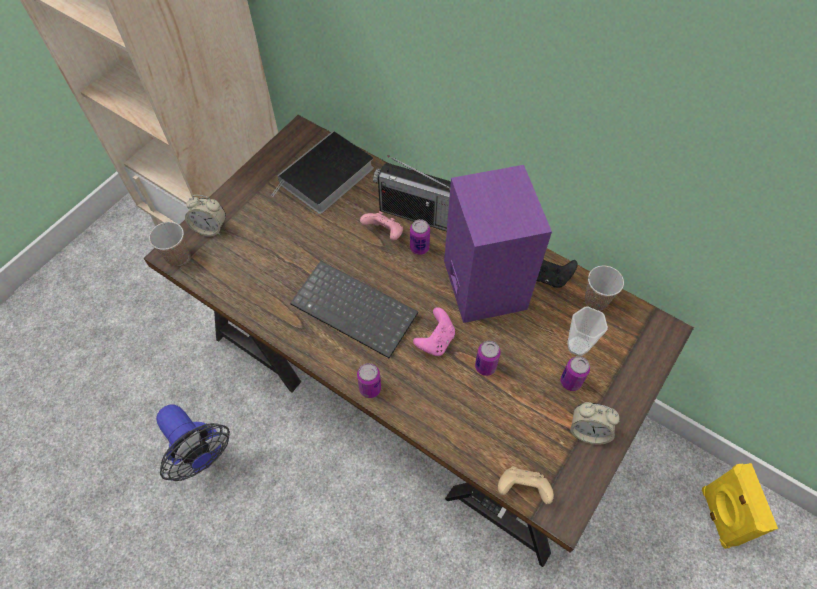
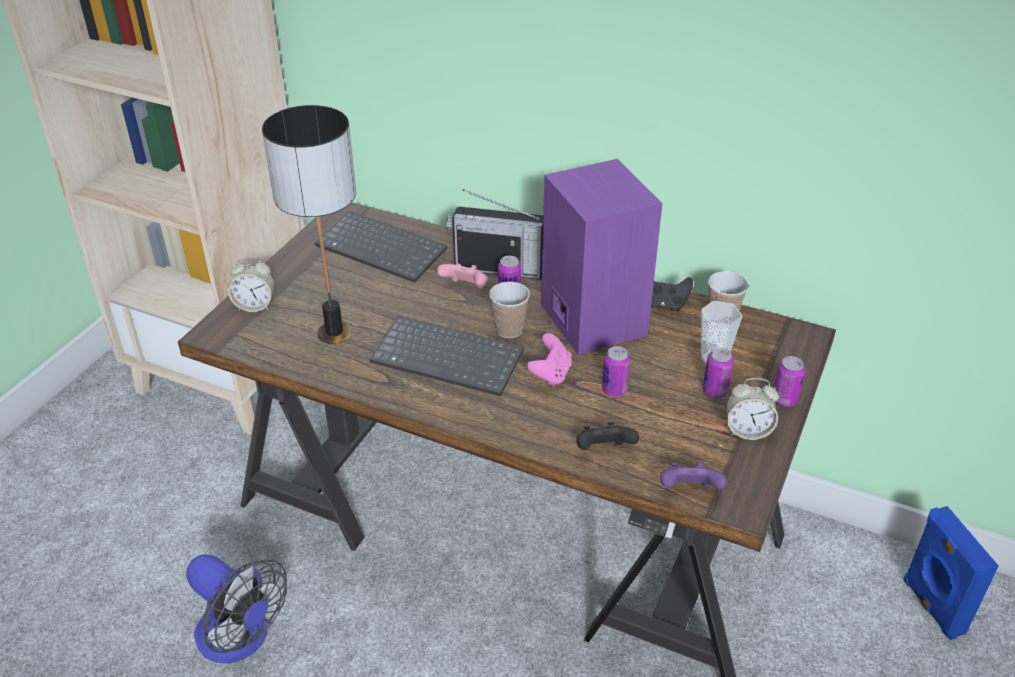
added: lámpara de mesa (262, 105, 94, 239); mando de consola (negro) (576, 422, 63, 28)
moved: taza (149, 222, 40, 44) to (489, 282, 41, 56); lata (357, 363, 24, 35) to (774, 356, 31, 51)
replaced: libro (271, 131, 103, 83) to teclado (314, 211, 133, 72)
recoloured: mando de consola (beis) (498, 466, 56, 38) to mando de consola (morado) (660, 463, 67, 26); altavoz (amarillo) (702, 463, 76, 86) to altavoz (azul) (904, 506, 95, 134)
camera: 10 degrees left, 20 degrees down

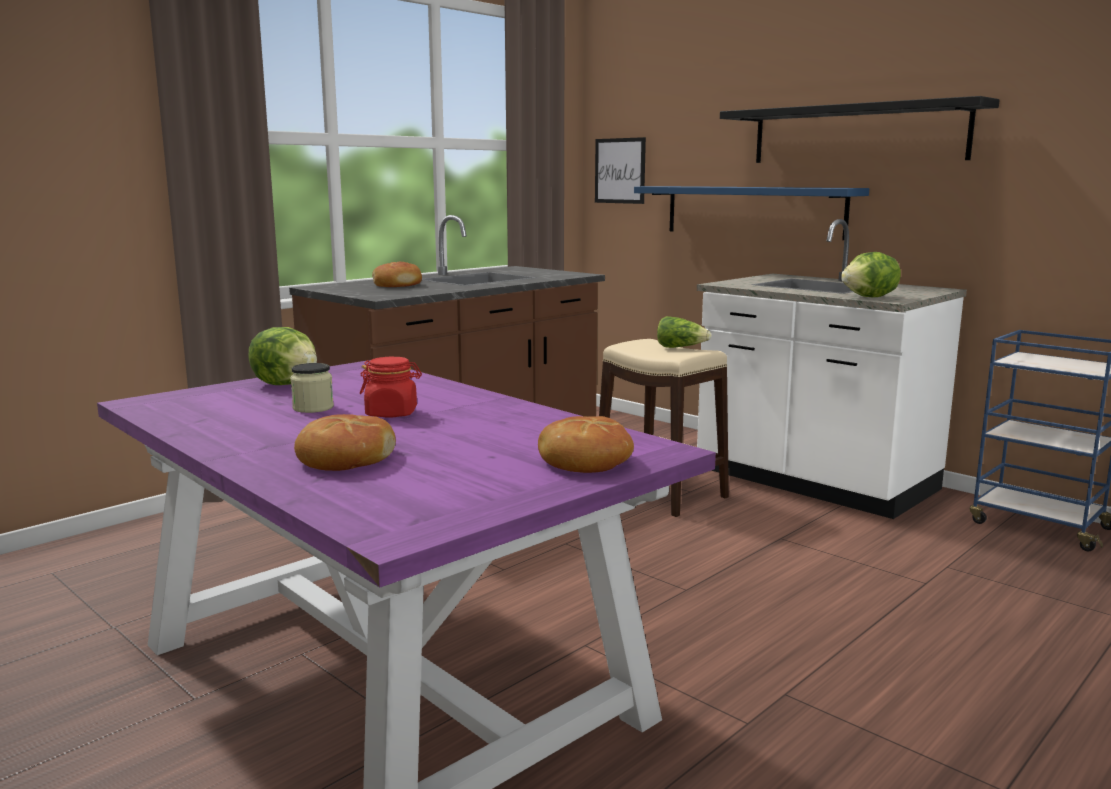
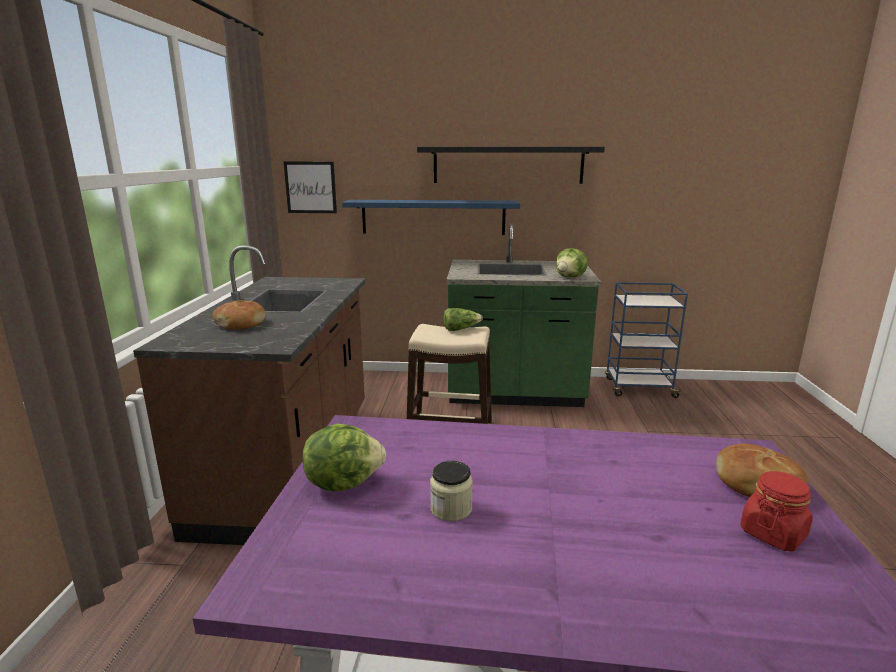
removed: pan (294, 414, 102, 57)
moved: tarro (rojo) (360, 357, 62, 61) to (740, 471, 73, 80)
recoloured: mueble bajo de cocina (blanco) (697, 219, 270, 300) to mueble bajo de cocina (verde) (446, 223, 156, 184)
camera: 40 degrees left, 5 degrees up

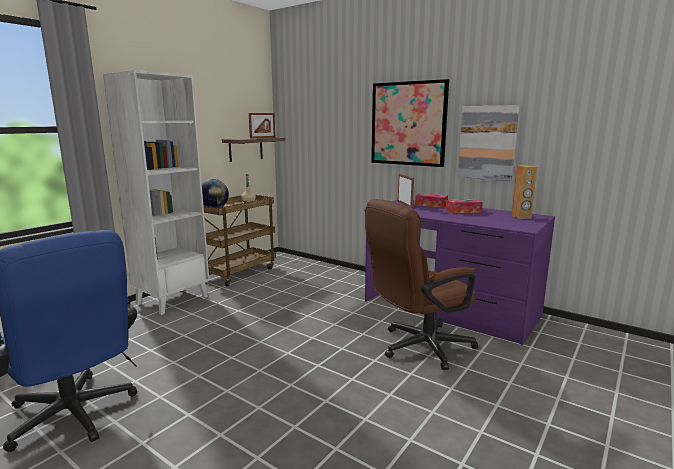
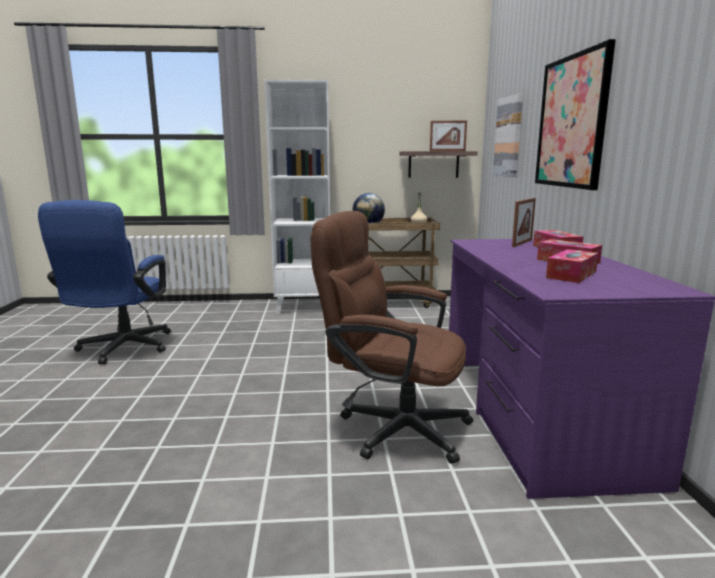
removed: altavoz (marrón) (512, 165, 25, 54)
added: caja de pañuelos (546, 249, 52, 34)
moved: cuadro (458, 105, 61, 76) to (493, 93, 30, 84)
camera: 50 degrees right, 0 degrees up

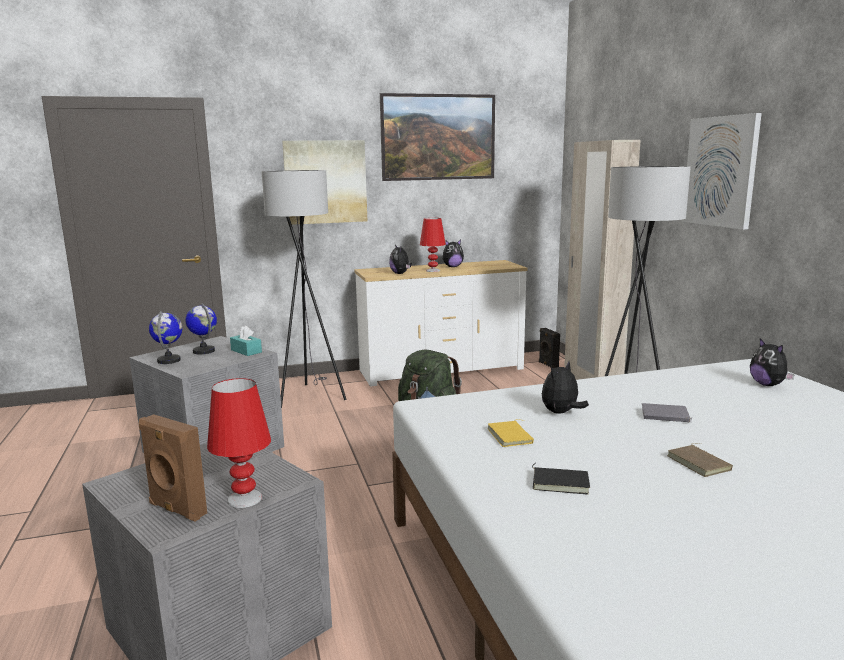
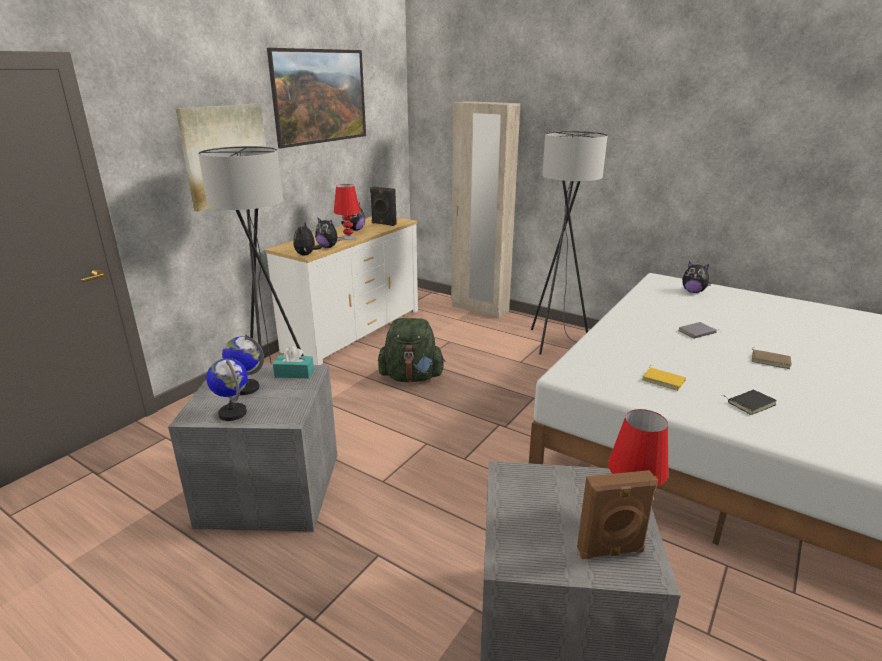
removed: cuadro (682, 113, 80, 117)
moved: altavoz (negro) (539, 328, 21, 41) to (370, 187, 27, 39); peluche (542, 362, 47, 52) to (293, 223, 30, 33)
camera: 40 degrees left, 10 degrees up

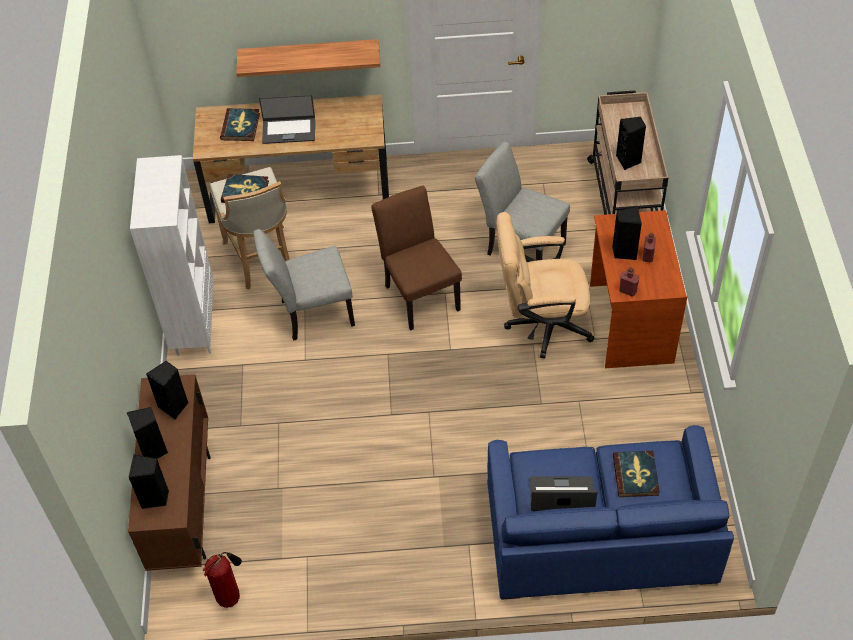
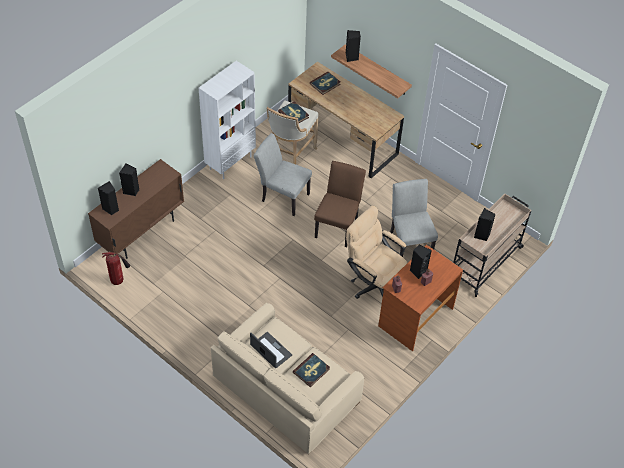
removed: portátil (259, 94, 56, 50)
moved: altavoz (negro) (146, 361, 42, 59) to (346, 30, 15, 32)
recoloured: sofá (azul) (487, 425, 247, 175) to sofá (beis) (211, 303, 153, 151)
camera: 40 degrees right, 0 degrees up

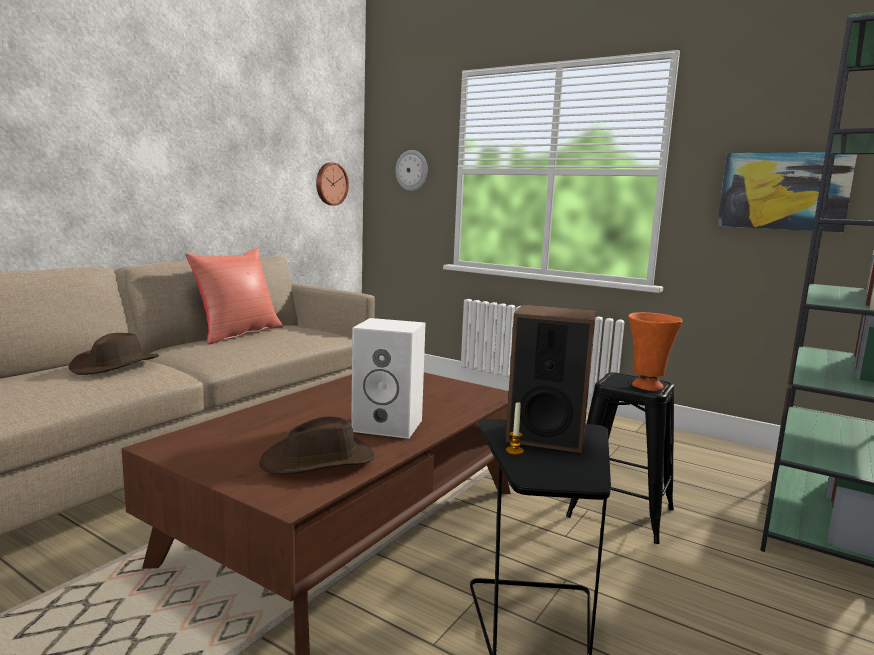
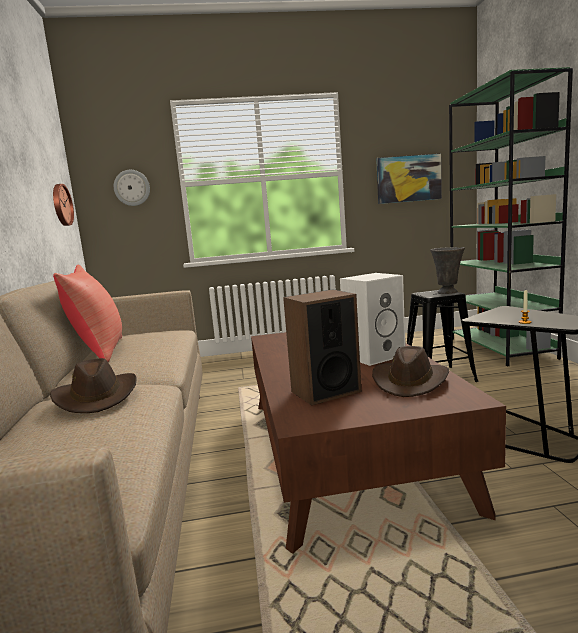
moved: altavoz (505, 304, 91, 149) to (283, 289, 78, 117)
recoloured: florero (naranja) (628, 312, 54, 79) to florero (gris) (430, 247, 35, 47)
camera: 40 degrees left, 0 degrees up

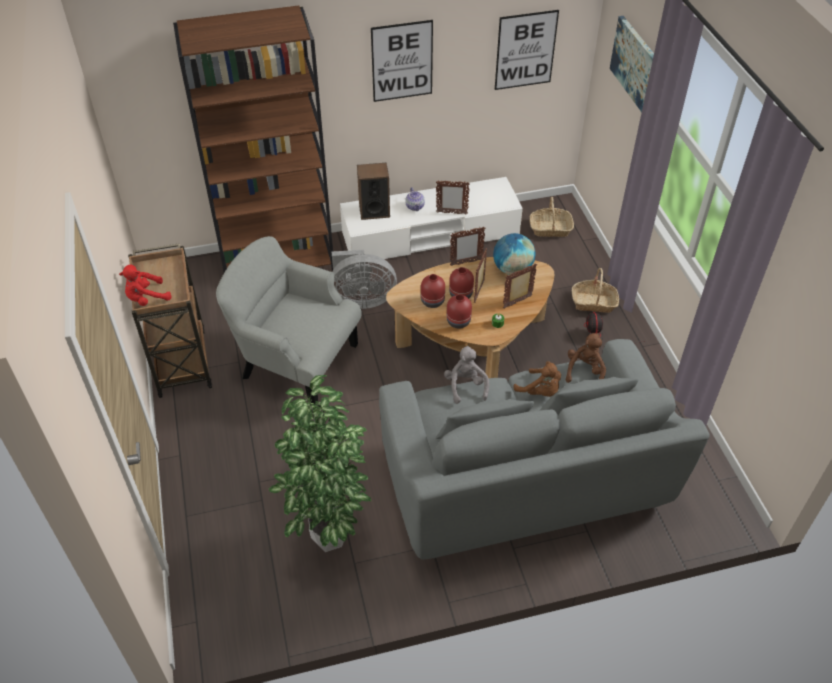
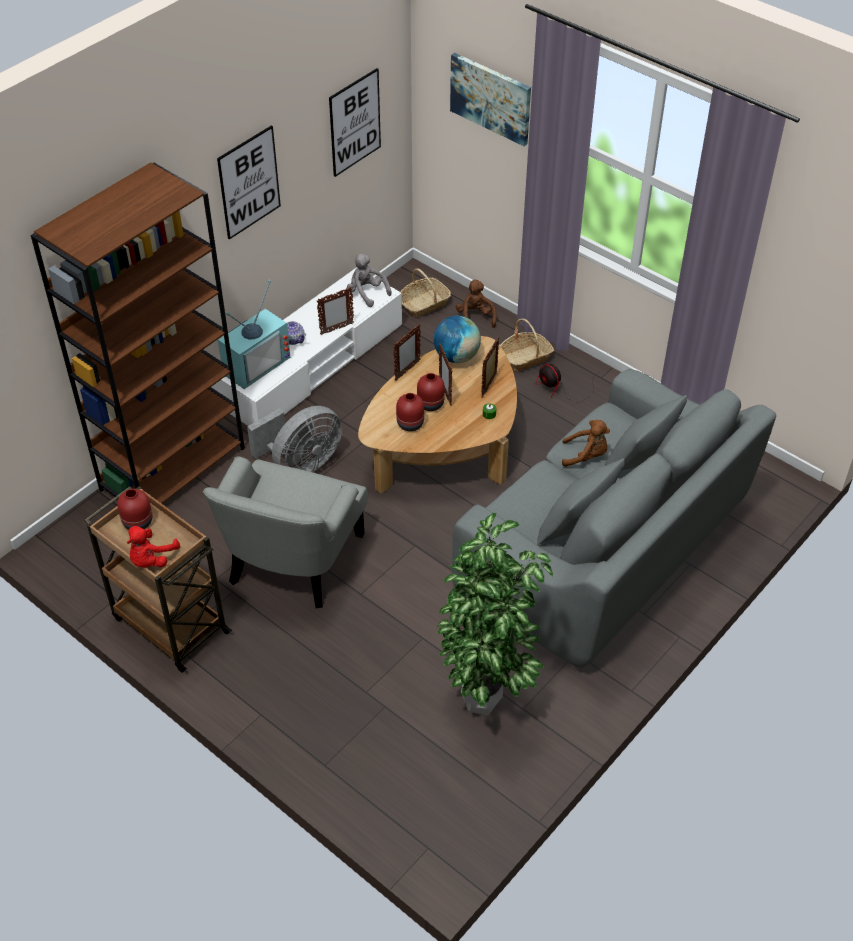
moved: peluche (gris) (444, 345, 45, 59) to (347, 254, 45, 53); florero (rojo) (447, 294, 25, 35) to (117, 489, 36, 41); peluche (marrón) (566, 333, 40, 50) to (456, 279, 41, 49)
replaced: altavoz (357, 163, 33, 57) to televisor (218, 280, 72, 109)
turned: sillón (gris) (216, 236, 146, 169) = (203, 456, 165, 152) 60 degrees counterclockwise
camera: 35 degrees left, 0 degrees up

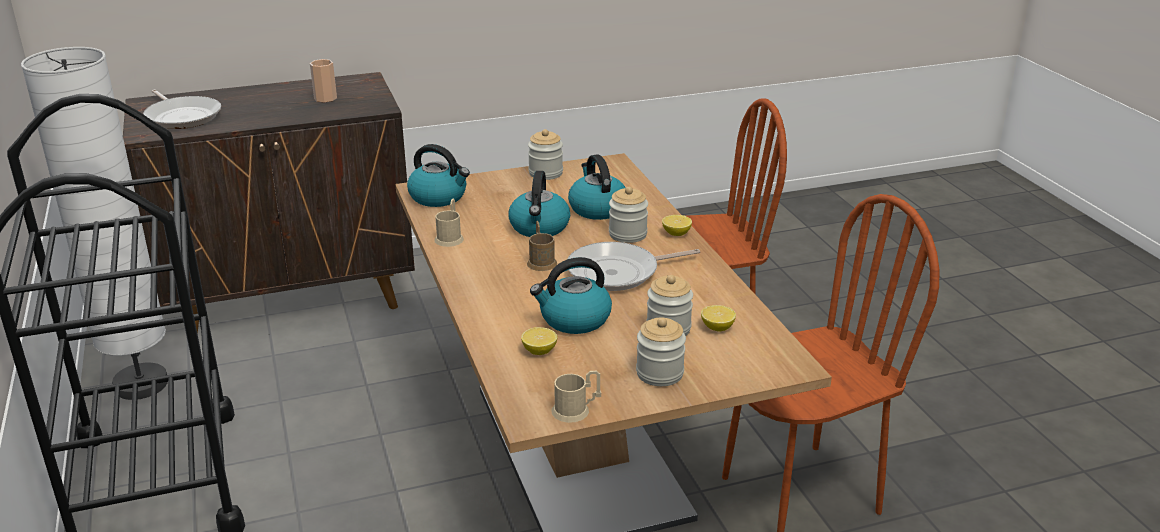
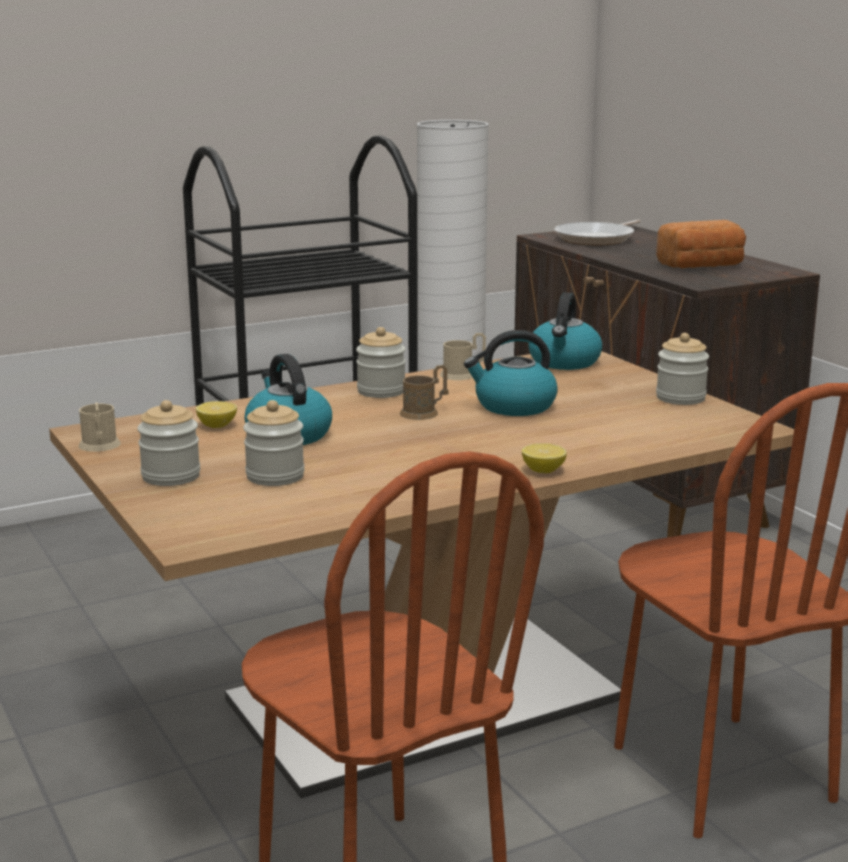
removed: hervidor (568, 154, 58, 66); sartén (568, 242, 132, 49); limón (701, 305, 35, 27)
moved: tarro (609, 187, 39, 56) to (356, 327, 50, 71)
replaced: taza (310, 59, 27, 43) to pan (656, 220, 90, 49)
camera: 80 degrees right, 10 degrees down

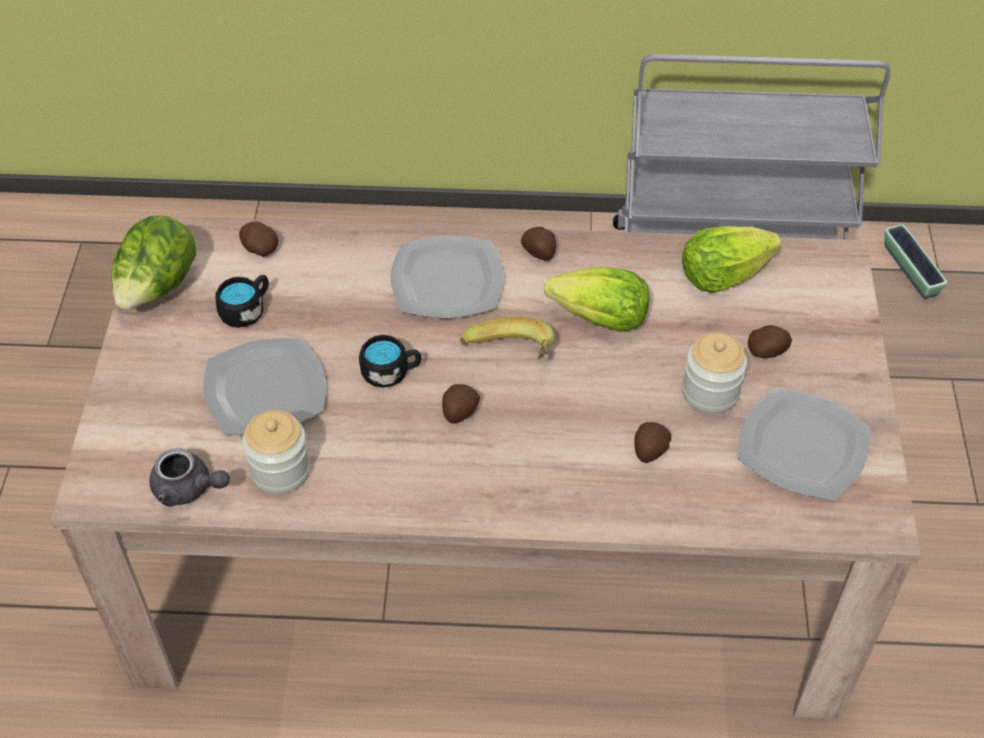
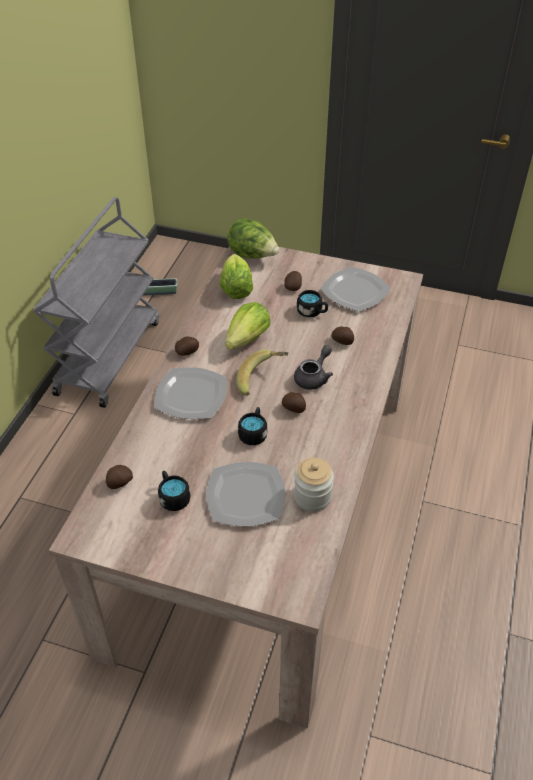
moved: lechuga (112, 216, 84, 94) to (227, 218, 52, 41); tetera (gris) (149, 448, 81, 59) to (294, 345, 39, 45)
replaced: tarro (682, 332, 65, 82) to taza grande (negro) (297, 290, 31, 27)
camera: 75 degrees left, 5 degrees down

